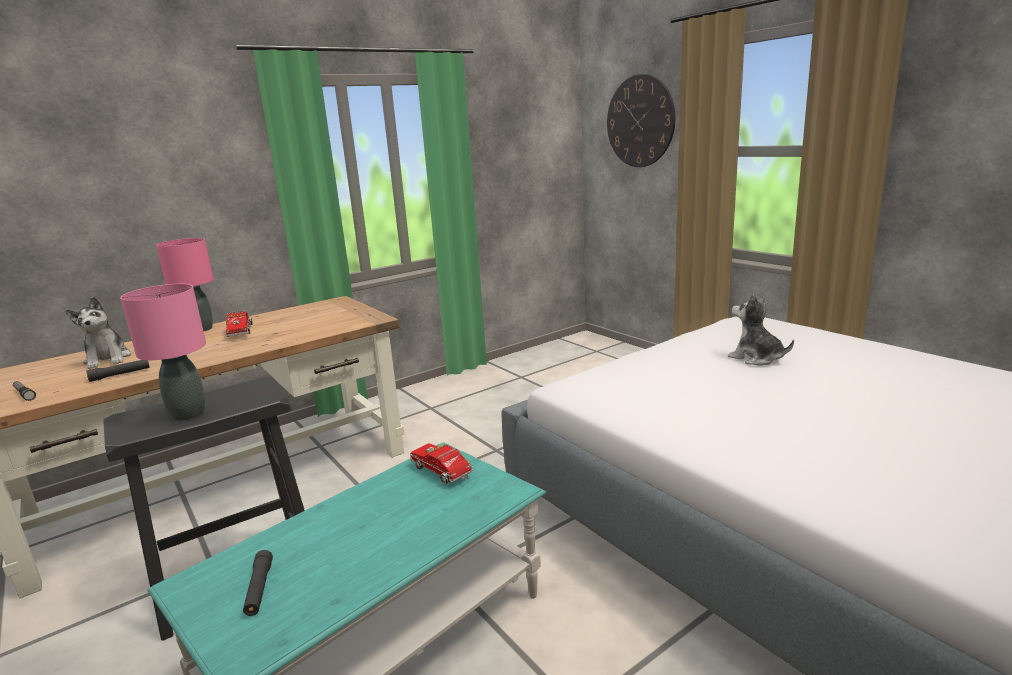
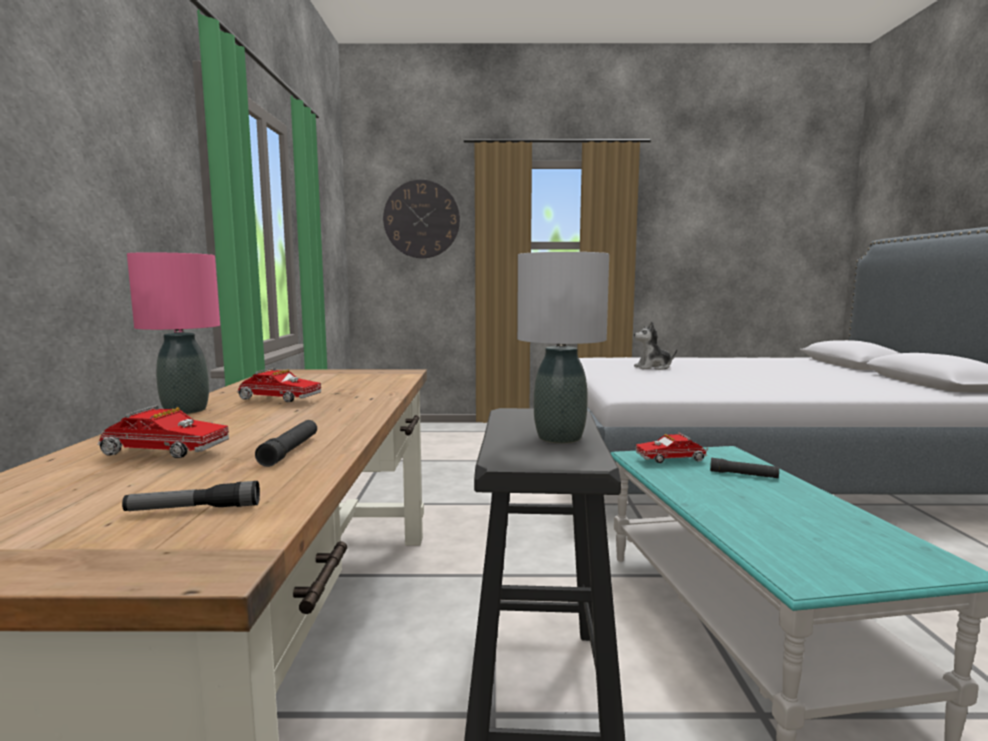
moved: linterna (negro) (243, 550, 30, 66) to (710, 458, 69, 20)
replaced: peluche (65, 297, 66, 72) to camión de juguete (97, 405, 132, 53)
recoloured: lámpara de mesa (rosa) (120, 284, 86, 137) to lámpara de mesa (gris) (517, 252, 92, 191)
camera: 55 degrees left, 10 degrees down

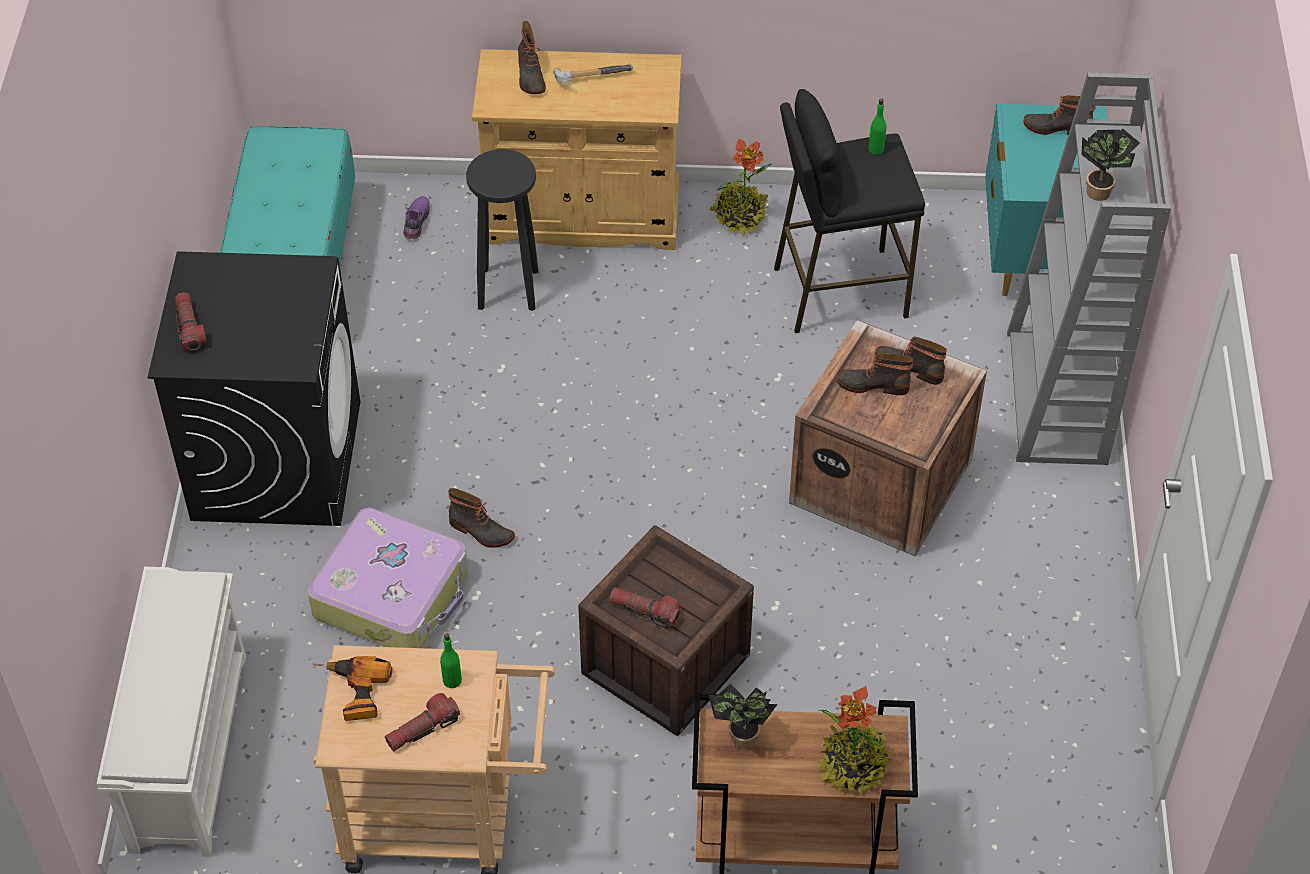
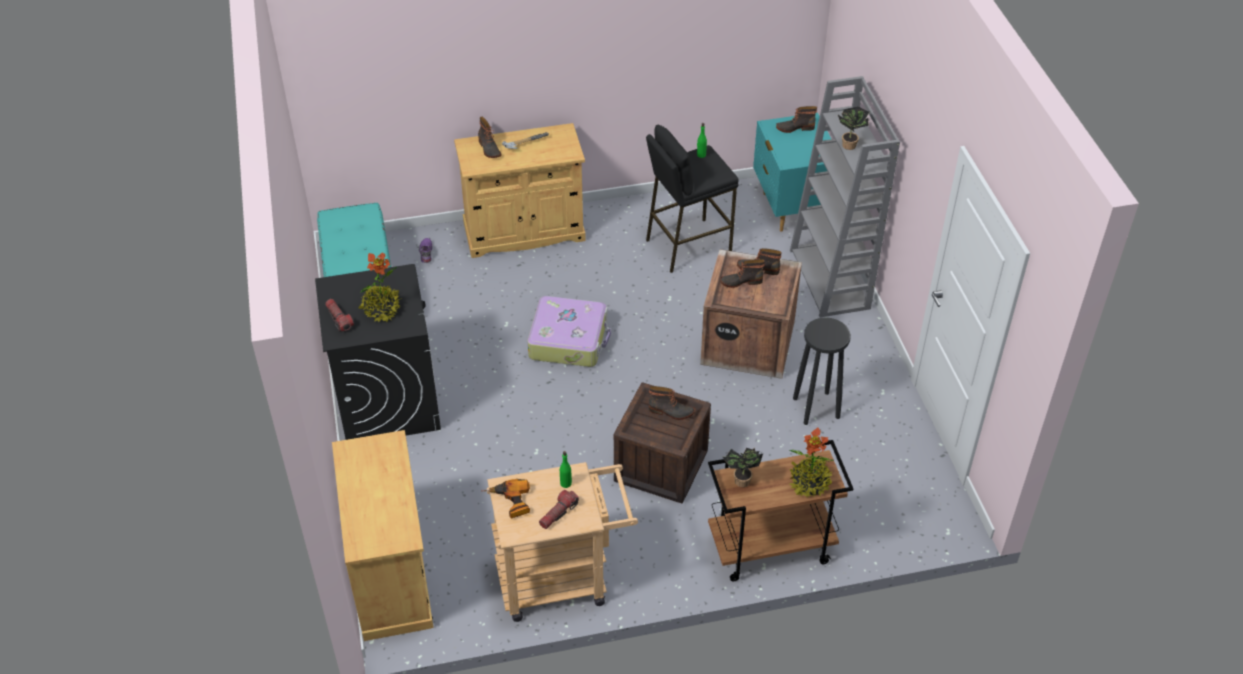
removed: linterna (609, 587, 71, 42)
moved: maleta (307, 508, 161, 140) to (528, 296, 83, 71); bota (448, 488, 67, 60) to (649, 386, 46, 34); taburete (negro) (466, 149, 72, 162) to (793, 317, 58, 108); planta en maceta (710, 139, 62, 97) to (358, 252, 44, 70)
replaced: zapatero (blanco) (97, 567, 149, 290) to armario (beis) (332, 430, 102, 211)
camera: 15 degrees left, 5 degrees down

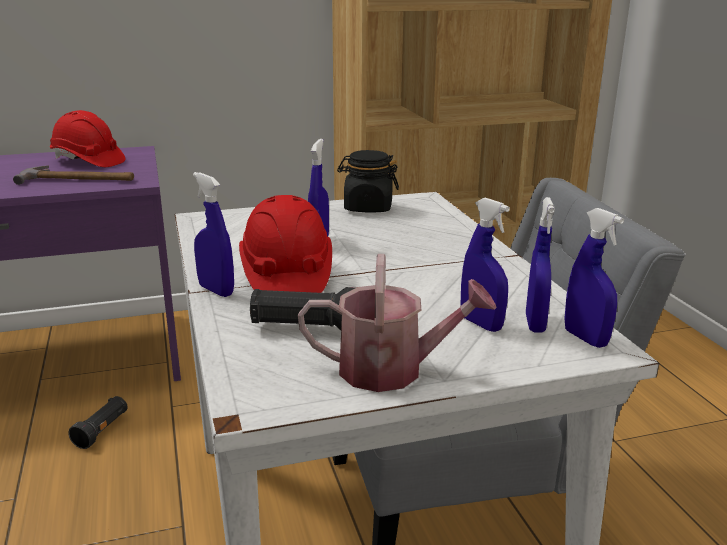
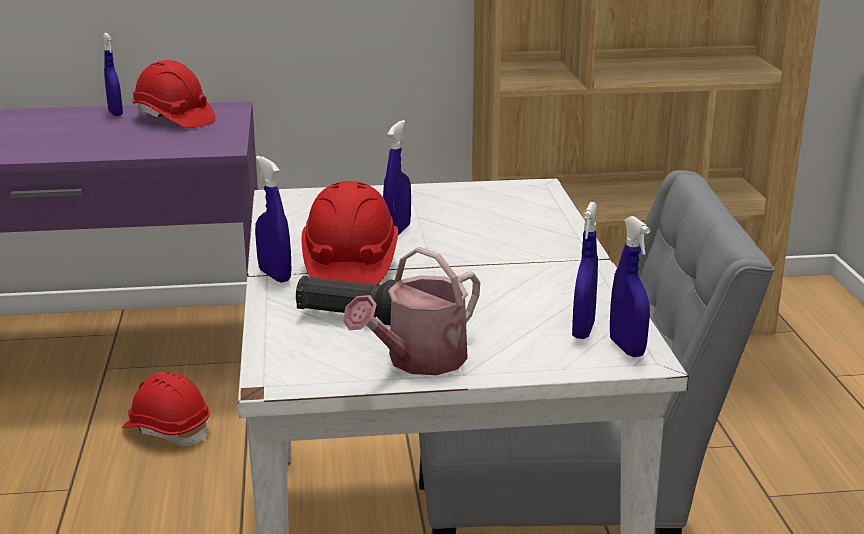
removed: martillo (13, 165, 121, 20); tarro (negro) (337, 150, 62, 63)
moved: pulverizador (azul) (461, 198, 49, 134) to (103, 33, 20, 83)
replaced: linterna (negro) (68, 396, 59, 53) to casco (rojo) (122, 372, 88, 74)
turned: regadera (298, 254, 199, 138) = (343, 247, 137, 128) 120 degrees clockwise
camera: 10 degrees right, 0 degrees up

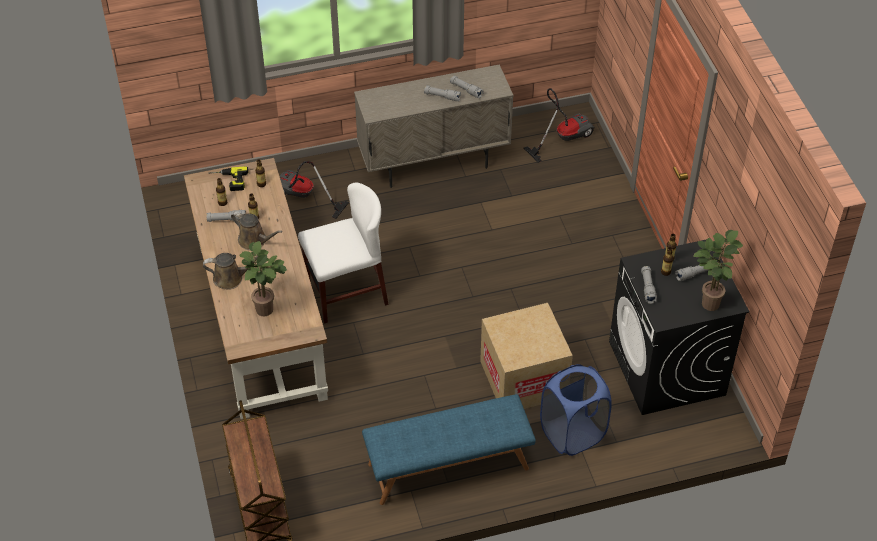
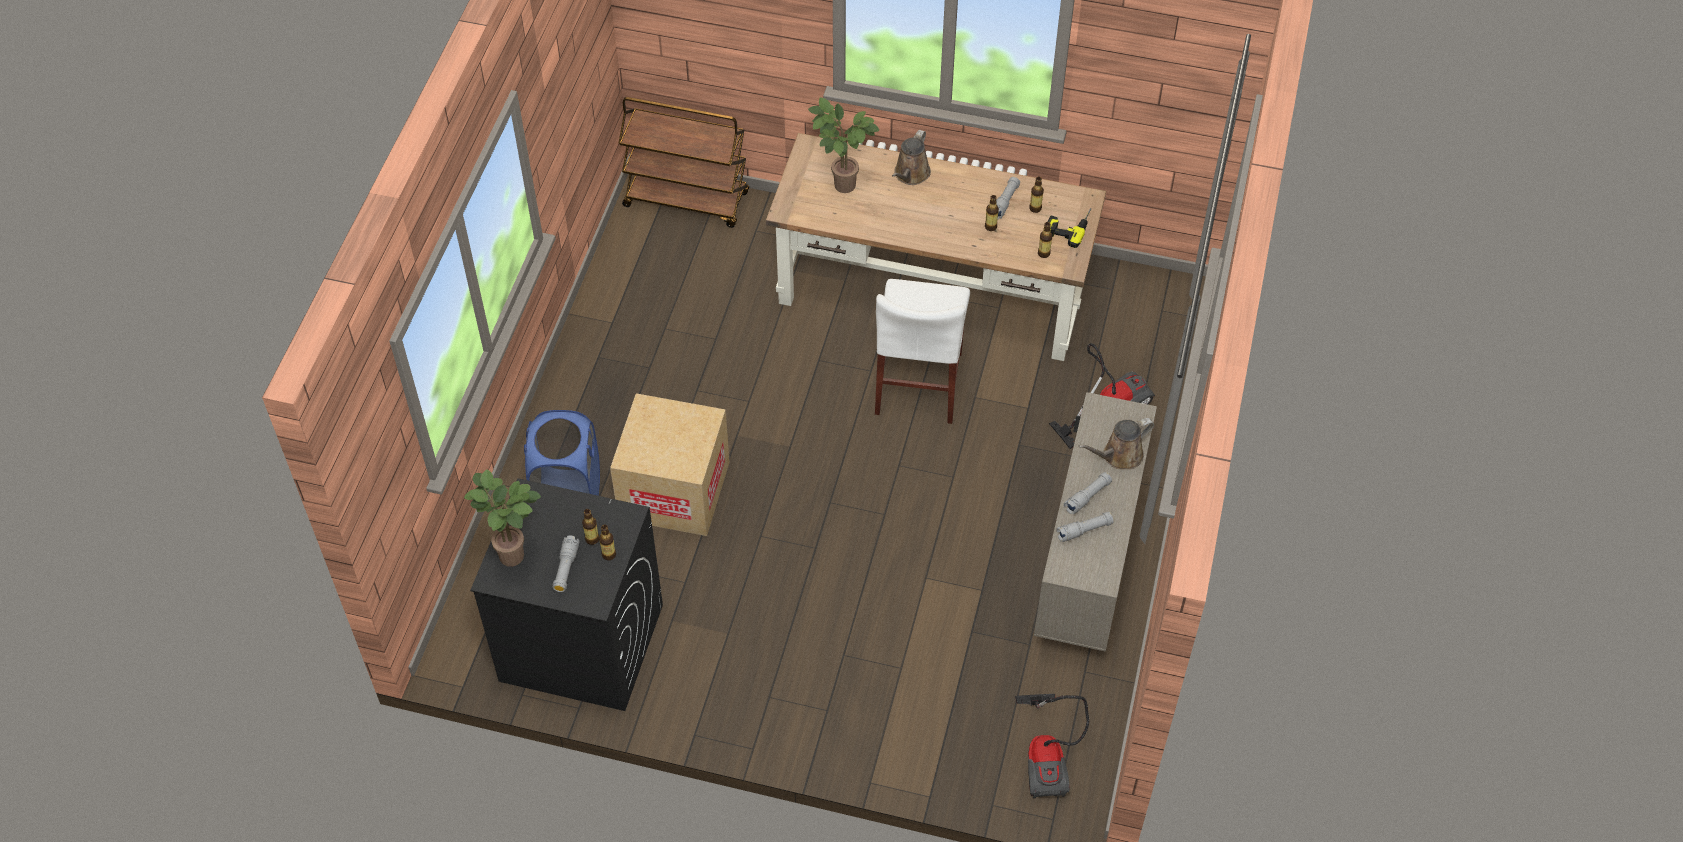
removed: banco (azul) (362, 394, 174, 111); linterna (gris) (641, 266, 16, 38)
moved: regadera (marrón) (231, 211, 52, 39) to (1078, 418, 76, 52)
camera: 120 degrees right, 5 degrees up

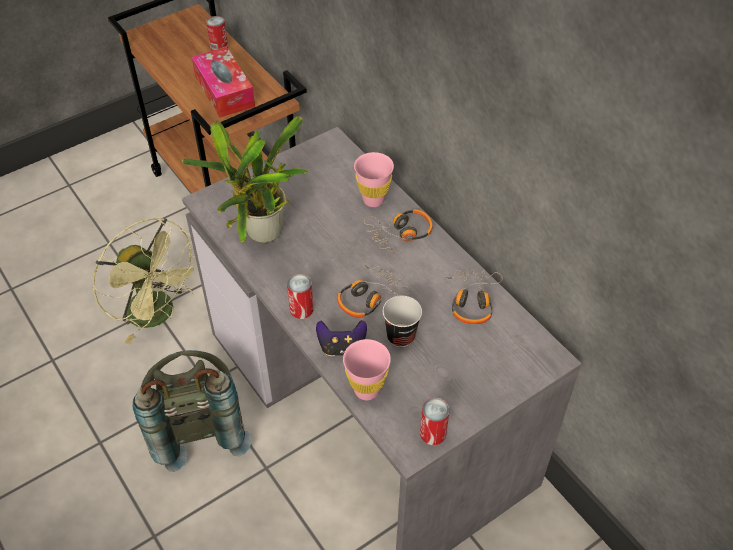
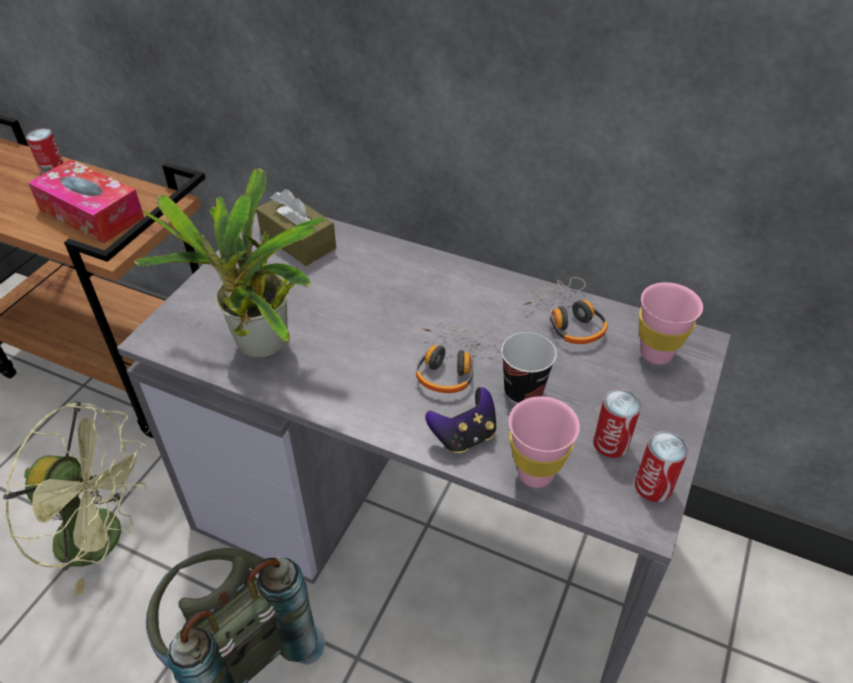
removed: auriculares (364, 209, 69, 44)
added: caja de pañuelos (marrón) (256, 189, 80, 77)
moved: lata (287, 274, 26, 45) to (593, 389, 48, 69); taza (rosa) (354, 152, 40, 55) to (639, 282, 64, 83)
camera: 30 degrees left, 5 degrees down

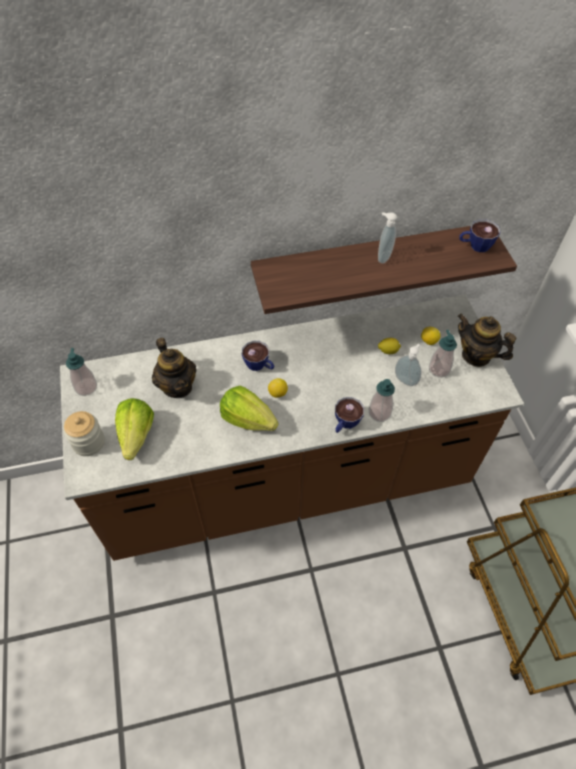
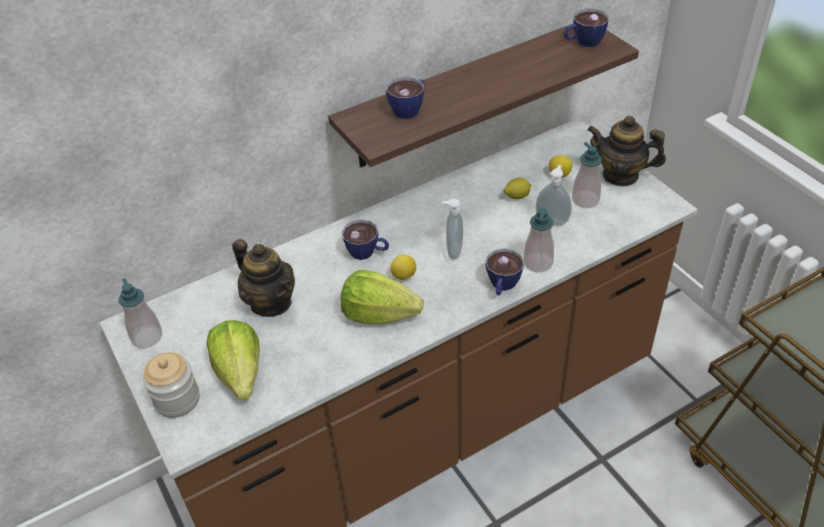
added: taza (386, 77, 39, 42)
moved: dispensador de jabón (378, 212, 19, 52) to (442, 199, 21, 61)
camera: 15 degrees left, 10 degrees down

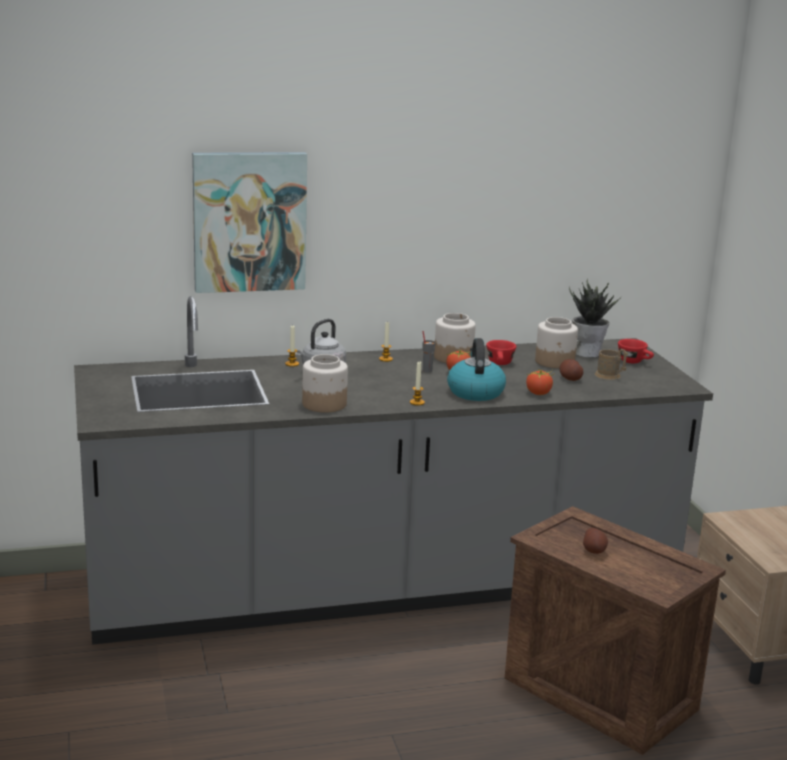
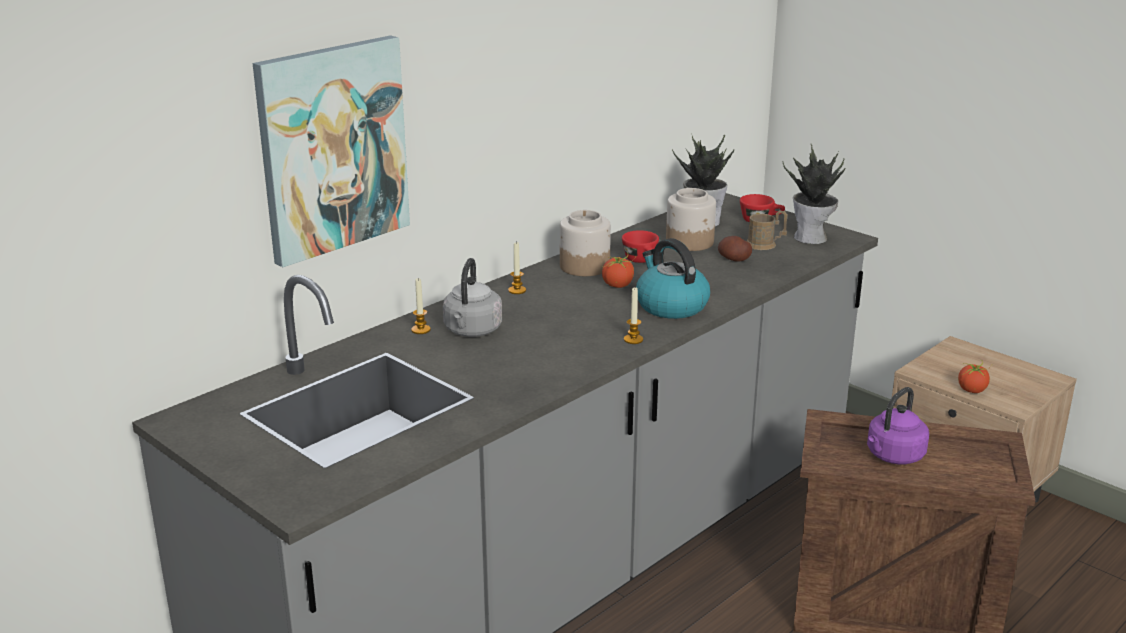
removed: tarro (302, 354, 46, 59); taza (gris) (422, 331, 14, 41)
added: planta en maceta (783, 144, 62, 100)
moved: tomate (526, 369, 29, 26) to (958, 361, 34, 32)
replaced: patata (583, 528, 25, 26) to hervidor (morado) (867, 387, 62, 77)
camera: 30 degrees left, 5 degrees up

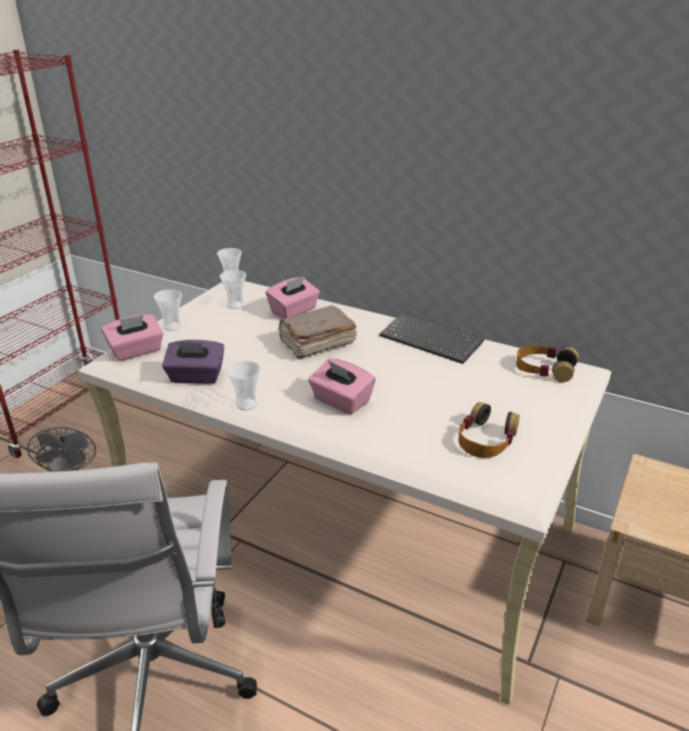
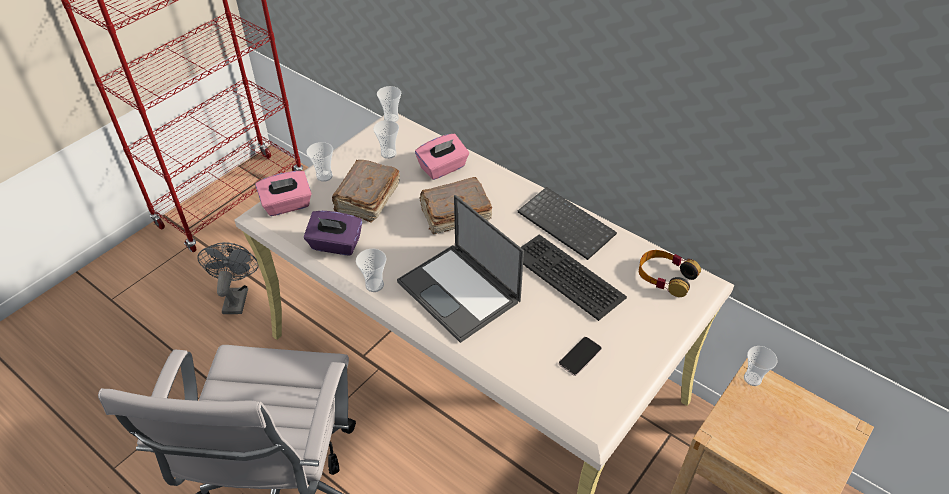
added: libro (marrón) (332, 160, 68, 63); teclado (521, 234, 106, 87); taza (744, 346, 34, 40)
replaced: caja de pañuelos (rosa) (308, 358, 68, 56) to portátil (397, 195, 127, 148); auriculares (459, 402, 61, 56) to móvil (559, 337, 43, 39)
camera: 10 degrees right, 15 degrees up

